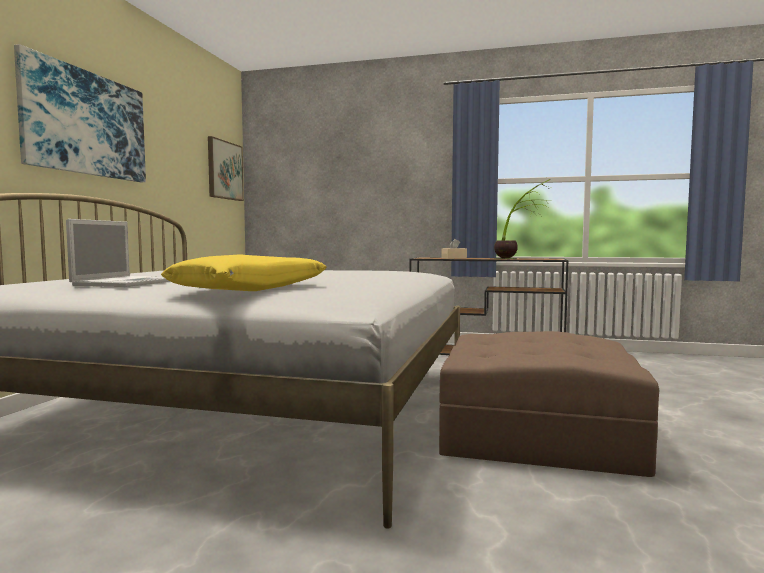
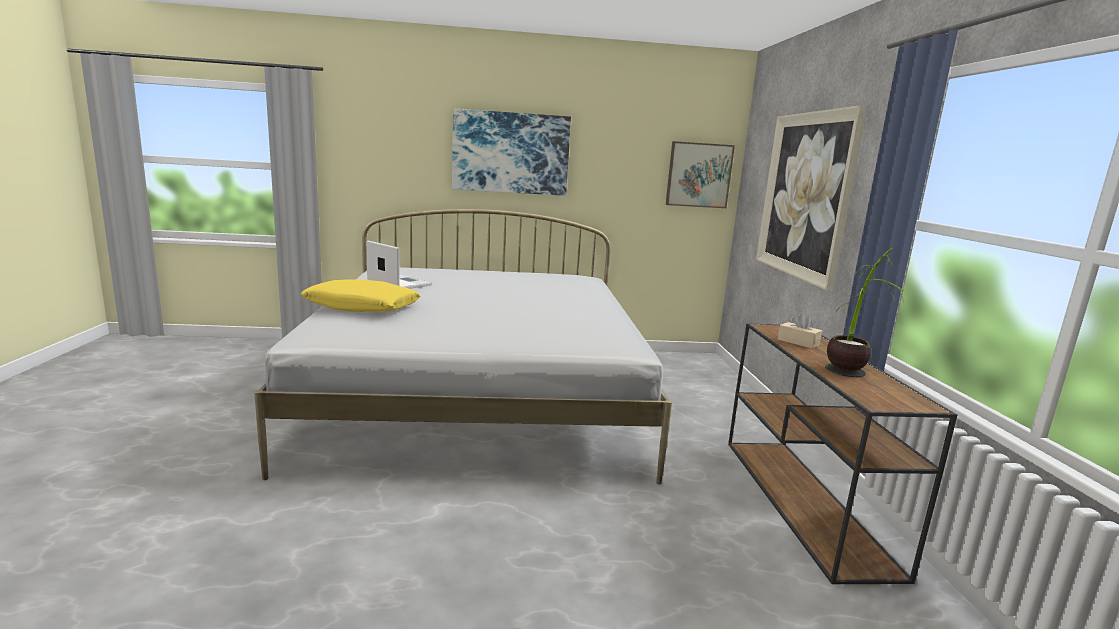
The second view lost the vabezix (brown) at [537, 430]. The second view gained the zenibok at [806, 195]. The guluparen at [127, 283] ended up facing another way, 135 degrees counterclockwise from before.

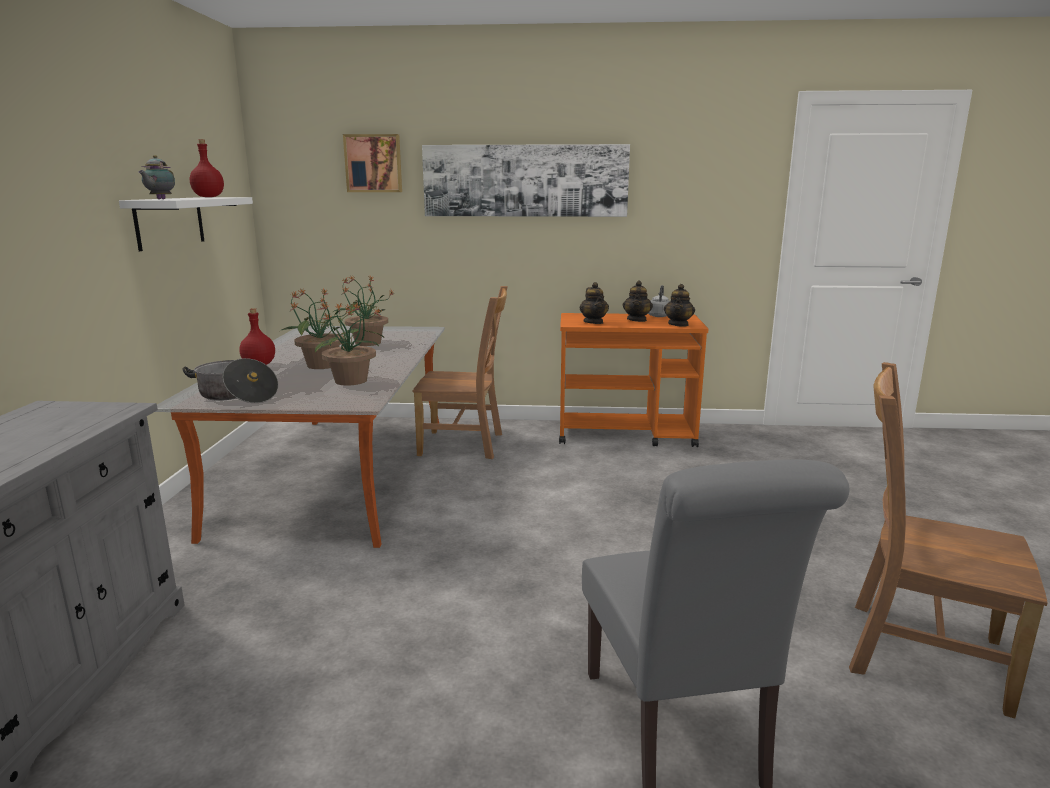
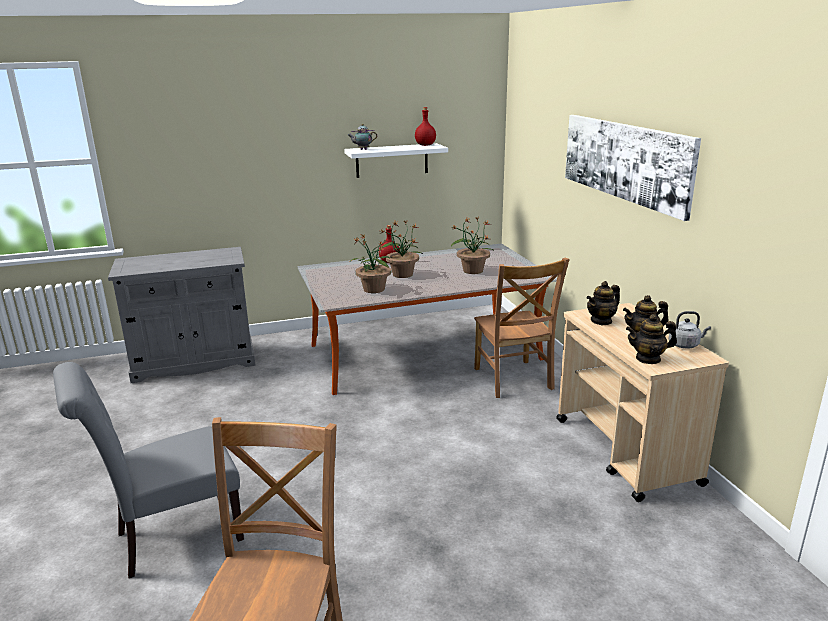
The second view lost the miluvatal at [236, 396]. The second view lost the zenibok at [373, 163]. What was the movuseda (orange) at [626, 434] turned into the movuseda (beige) at [626, 451].

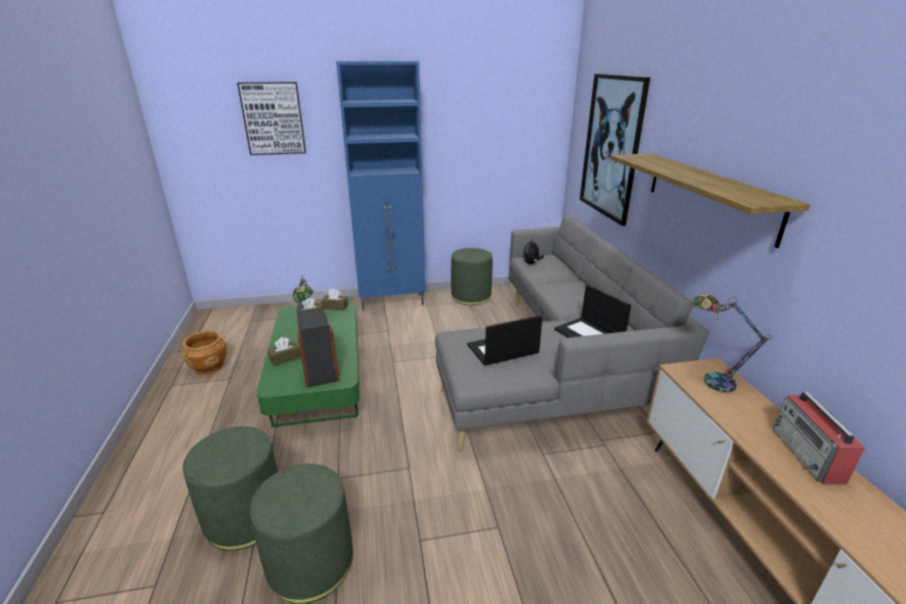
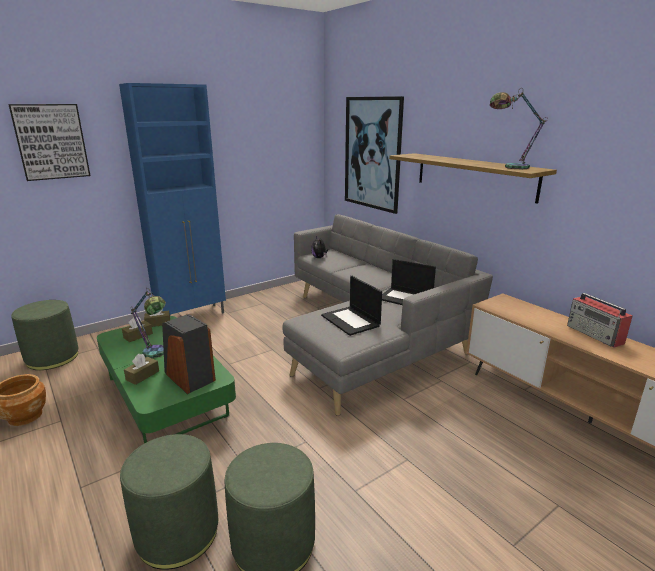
The vabezix (green) ended up elsewhere, having gone from [471, 296] to [52, 357]. The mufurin ended up elsewhere, having gone from [709, 379] to [509, 167]. The guluparen at [502, 350] ended up facing another way, 75 degrees counterclockwise from before.

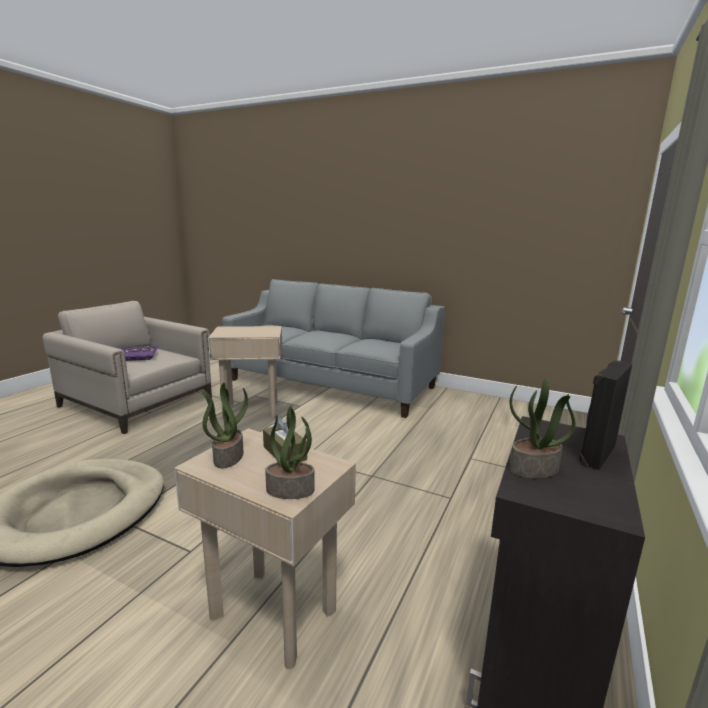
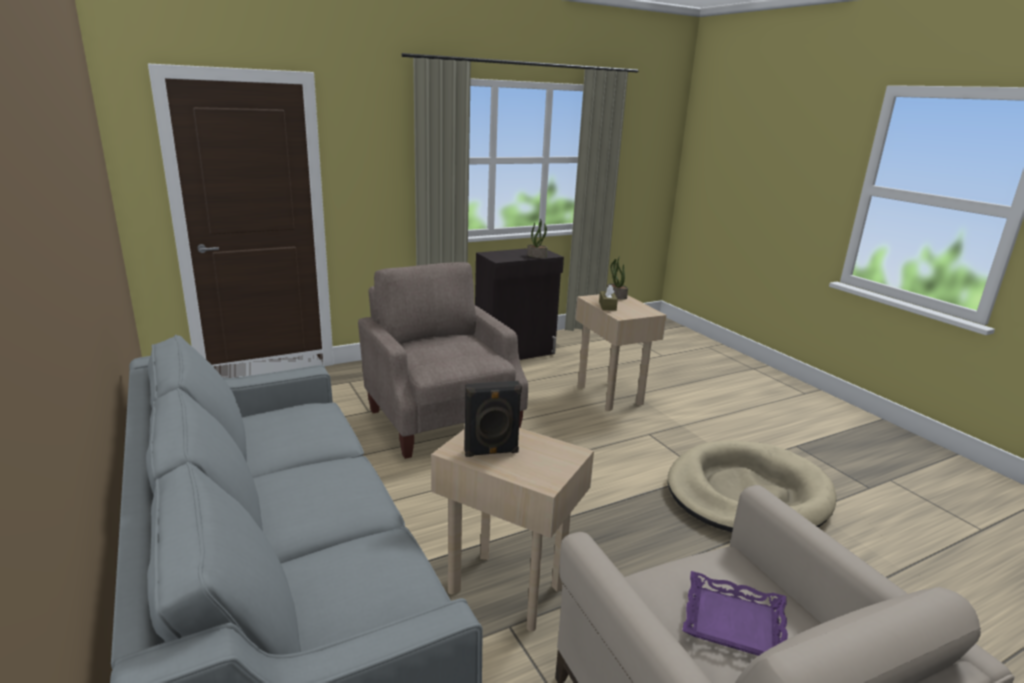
The second view lost the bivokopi at [228, 457]. The second view gained the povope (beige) at [441, 418]. The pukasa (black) ended up elsewhere, having gone from [595, 454] to [491, 452].

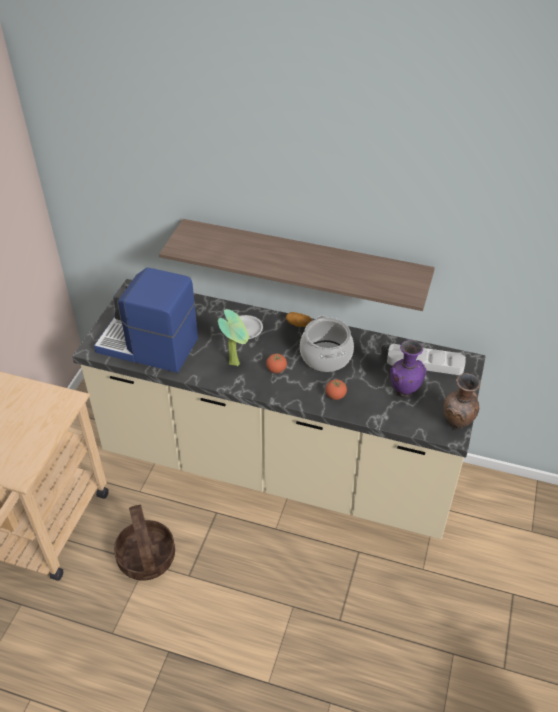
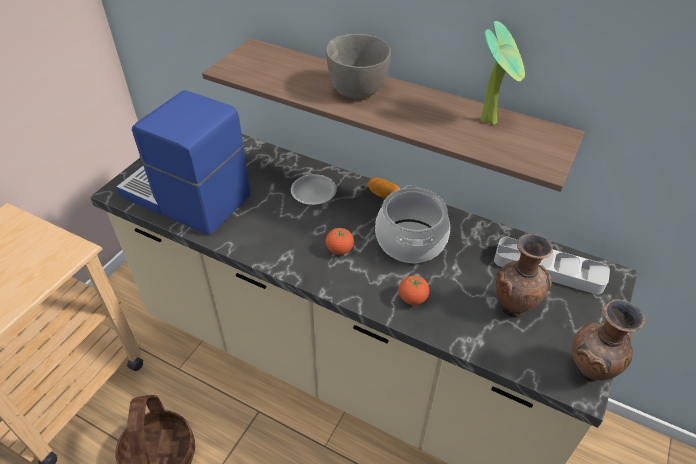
The second view gained the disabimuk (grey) at [357, 90]. The bivokopi ended up elsewhere, having gone from [236, 362] to [491, 120]. What was the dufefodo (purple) at [404, 392] turned into the dufefodo (brown) at [513, 307].

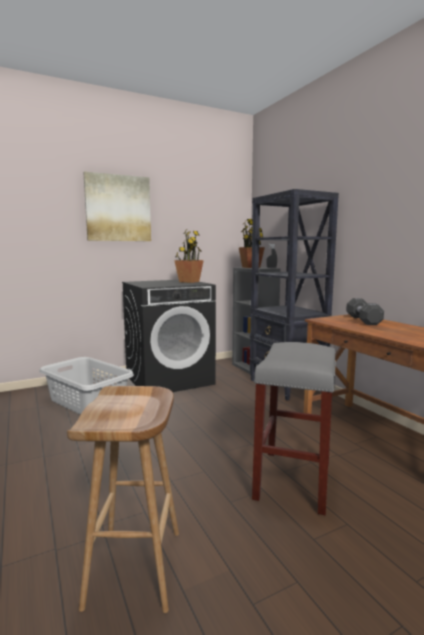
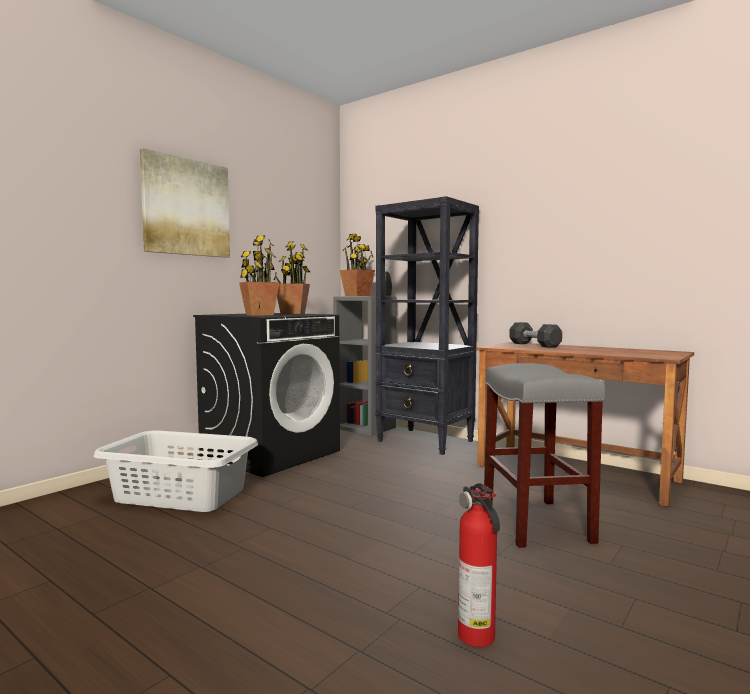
The second view gained the bivokopi at [259, 315]. Where the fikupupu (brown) stood at [135, 568], the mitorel came to stand at [477, 637].

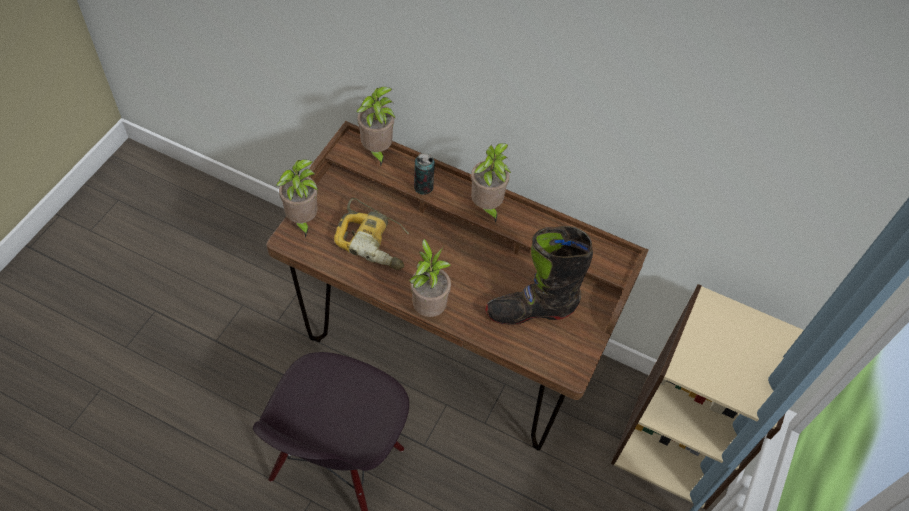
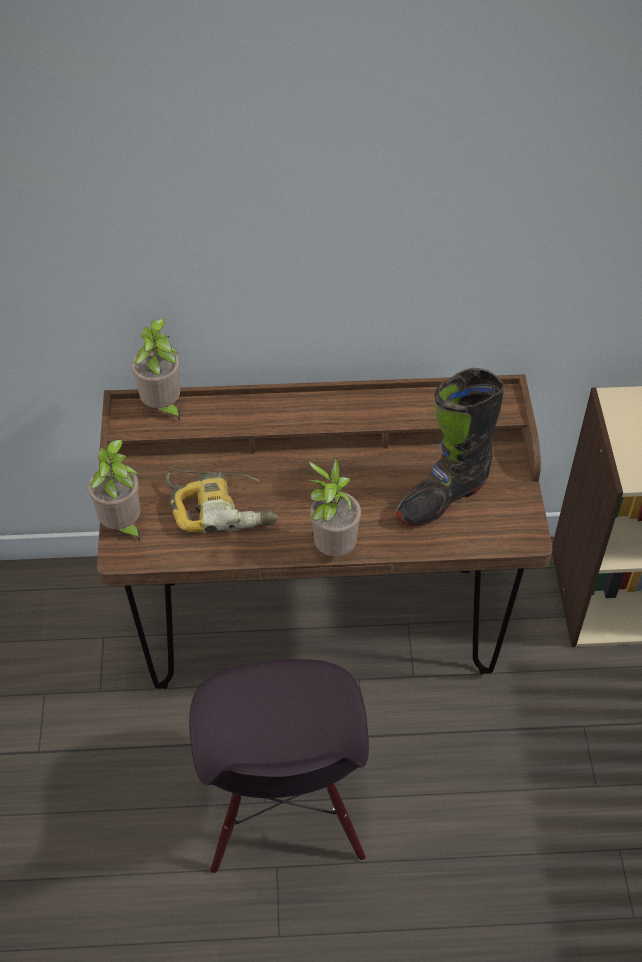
The second view lost the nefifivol at [423, 187]. The second view lost the bivokopi at [486, 207].

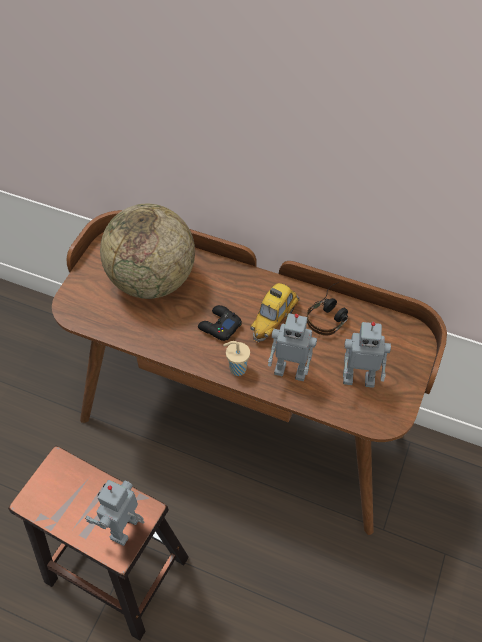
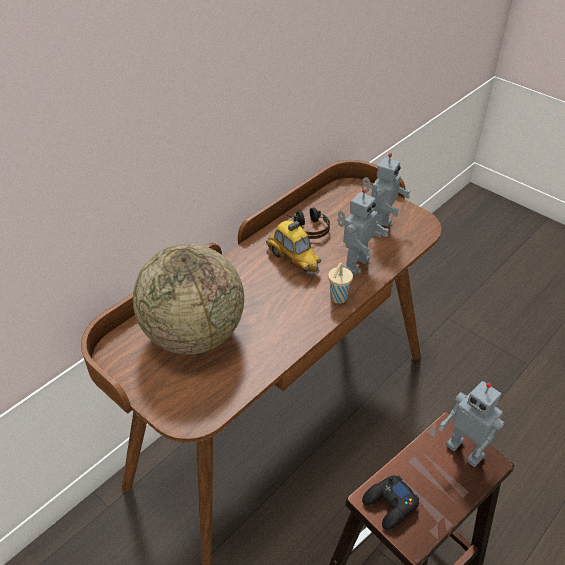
The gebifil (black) ended up elsewhere, having gone from [219, 326] to [390, 505].

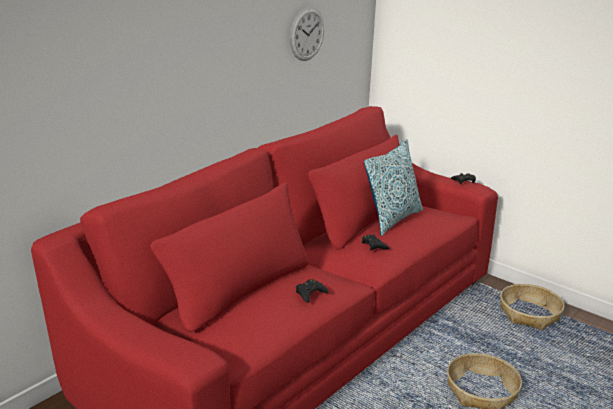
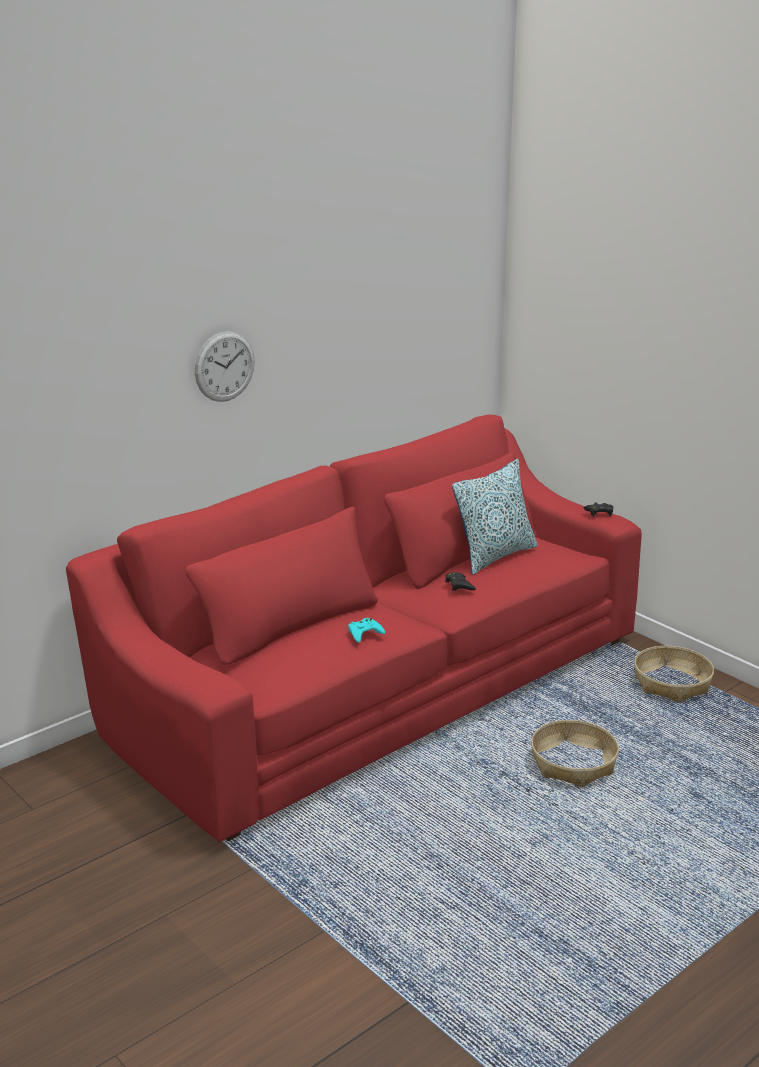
The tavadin ended up elsewhere, having gone from [307, 34] to [224, 366]. What was the gebifil (black) at [310, 293] turned into the gebifil (turquoise) at [364, 633].

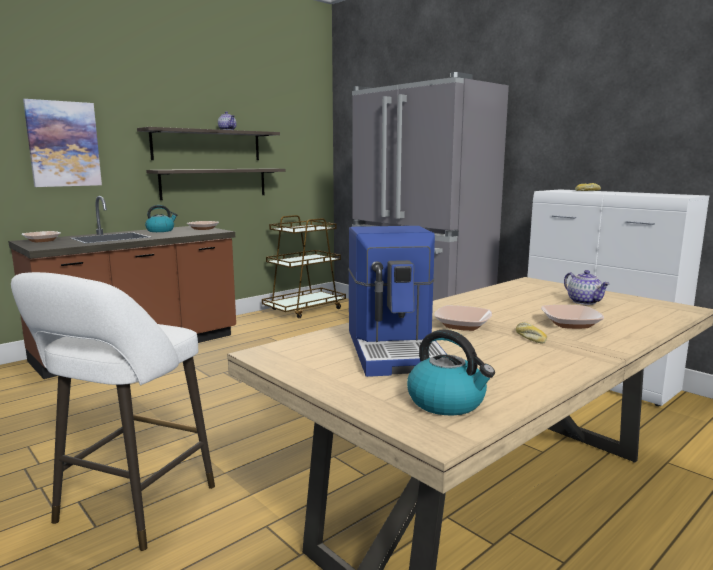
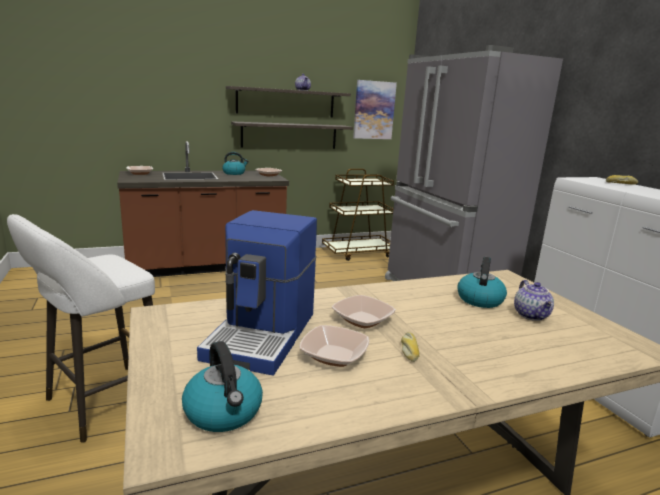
The second view gained the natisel at [479, 299]. The zenibok ended up elsewhere, having gone from [63, 144] to [374, 110]. The disabimuk ended up elsewhere, having gone from [570, 324] to [334, 355].

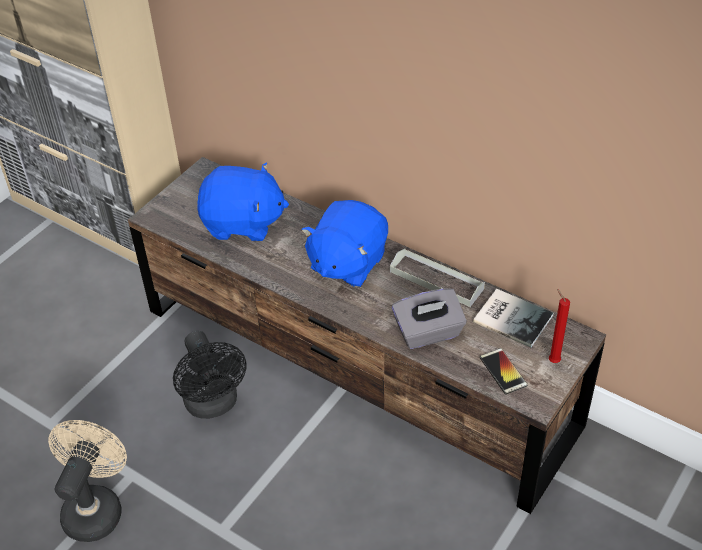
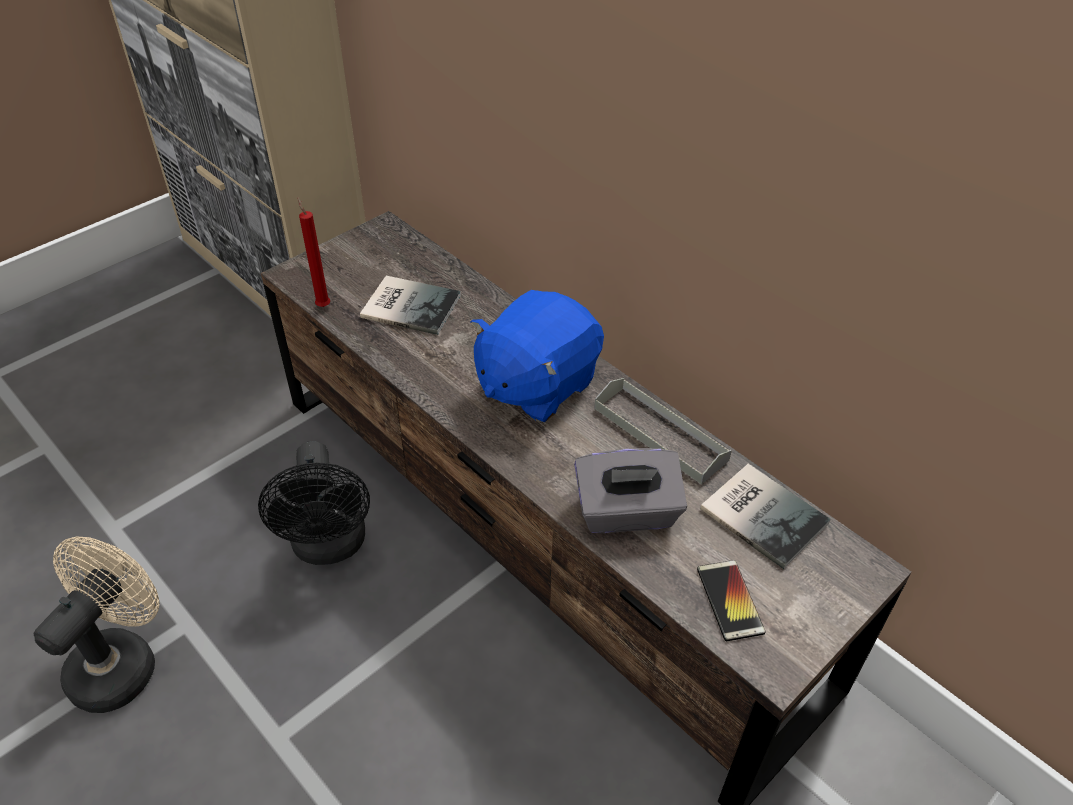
The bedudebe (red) ended up elsewhere, having gone from [552, 360] to [322, 305]. Where the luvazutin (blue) stood at [243, 223], the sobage came to stand at [409, 304].

